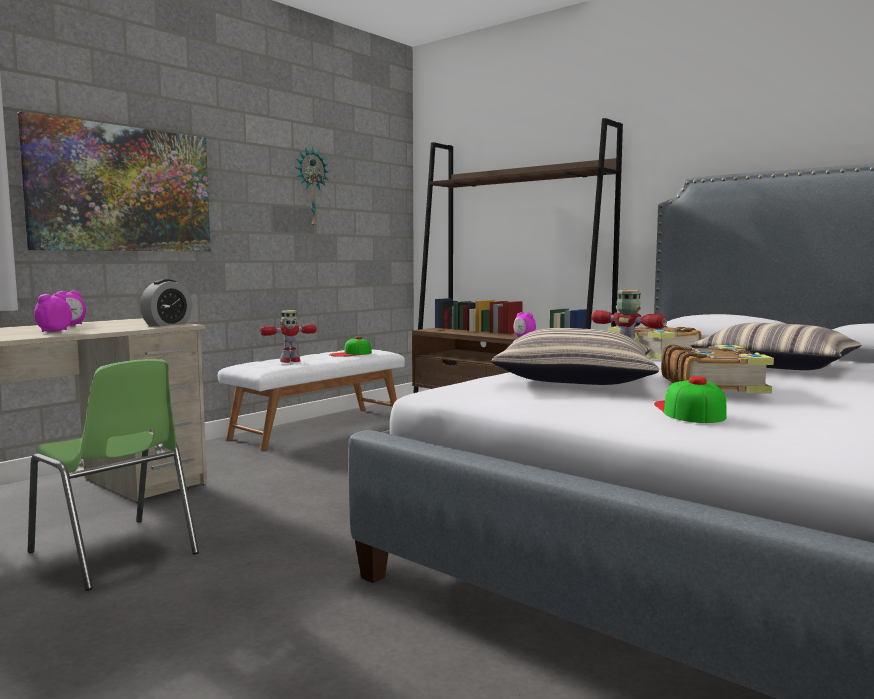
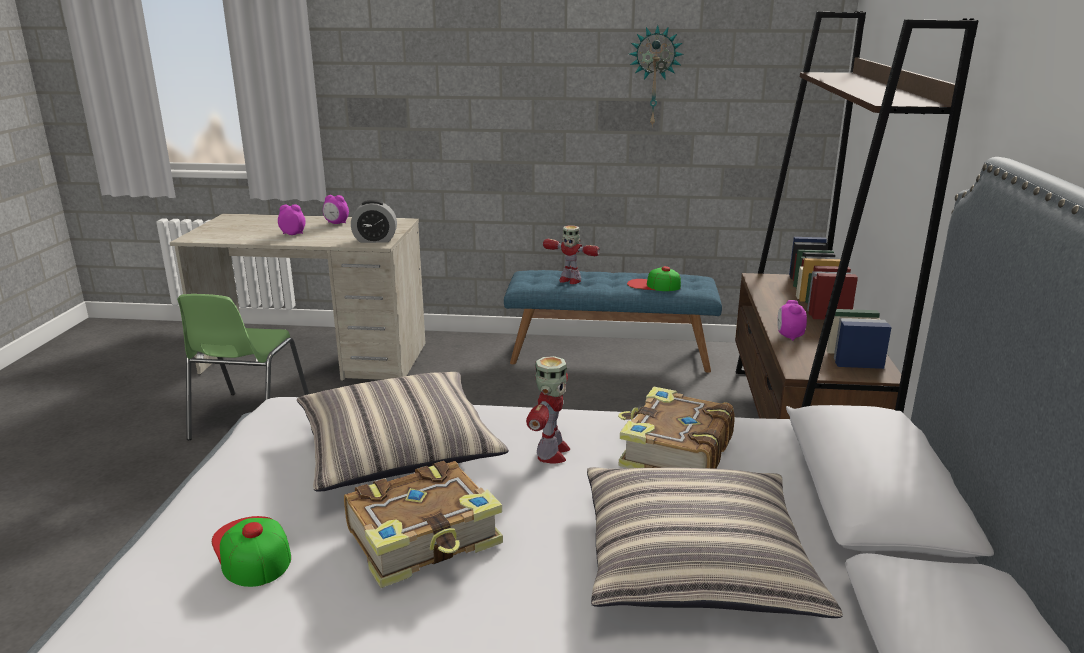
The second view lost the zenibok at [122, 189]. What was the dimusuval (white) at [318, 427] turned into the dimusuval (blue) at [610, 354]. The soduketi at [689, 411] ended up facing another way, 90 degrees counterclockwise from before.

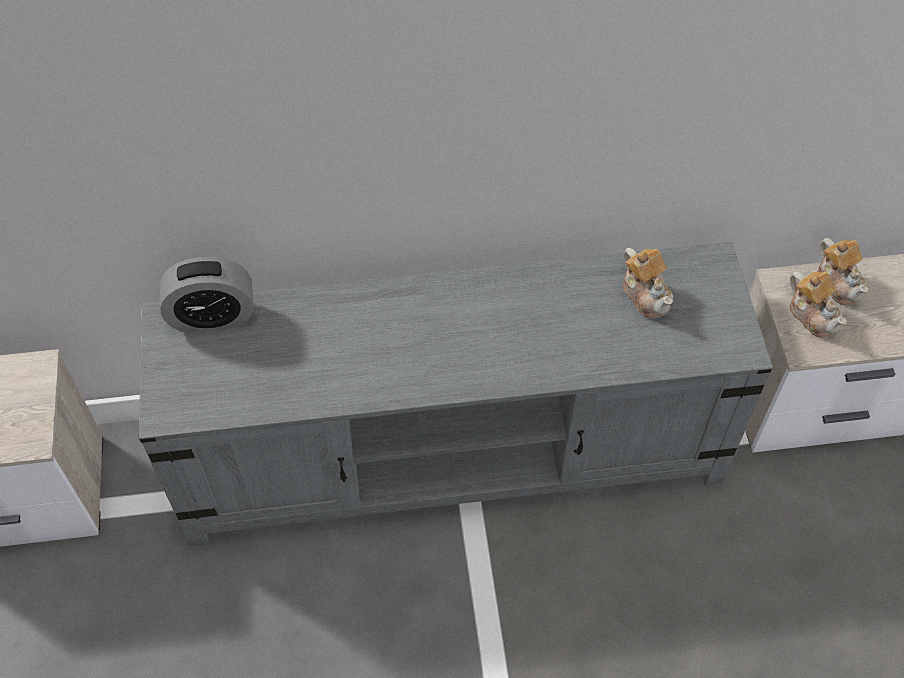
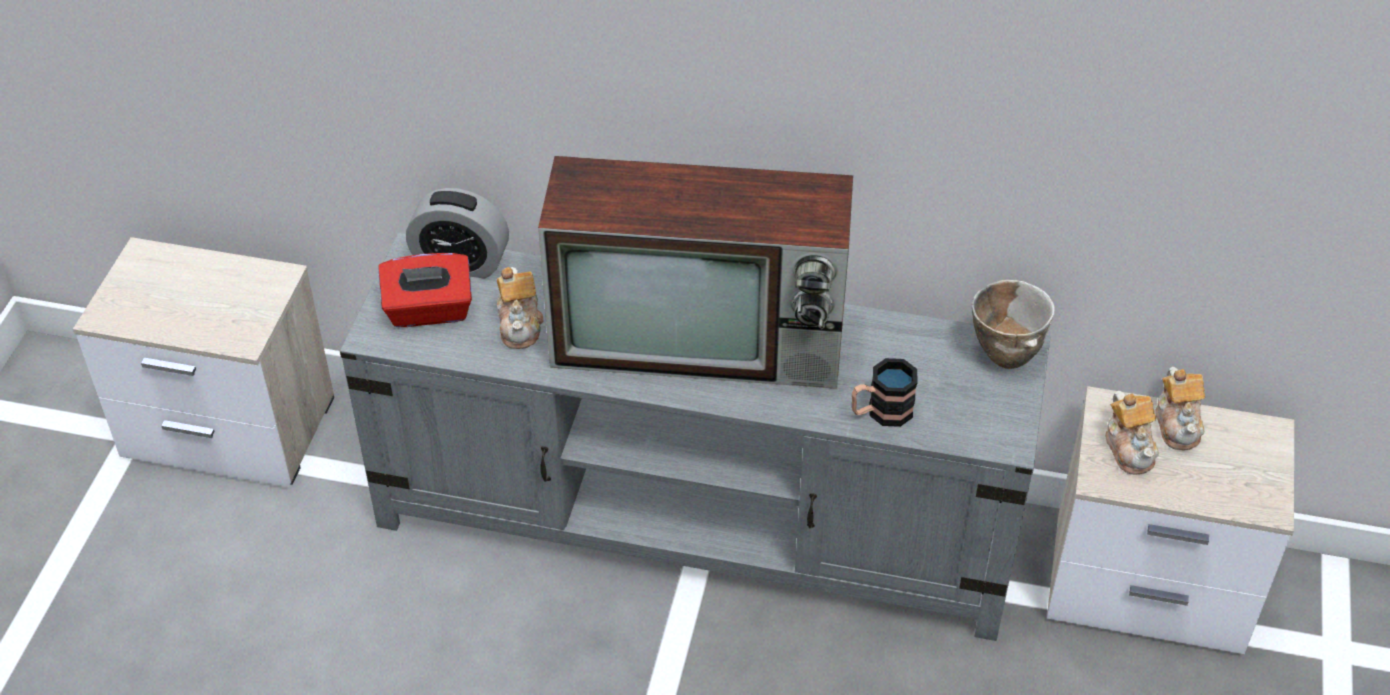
The second view gained the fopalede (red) at [429, 311]. The second view gained the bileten at [704, 340]. The second view gained the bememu at [881, 412]. The second view gained the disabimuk at [1005, 353]. The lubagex ended up elsewhere, having gone from [646, 294] to [520, 324].

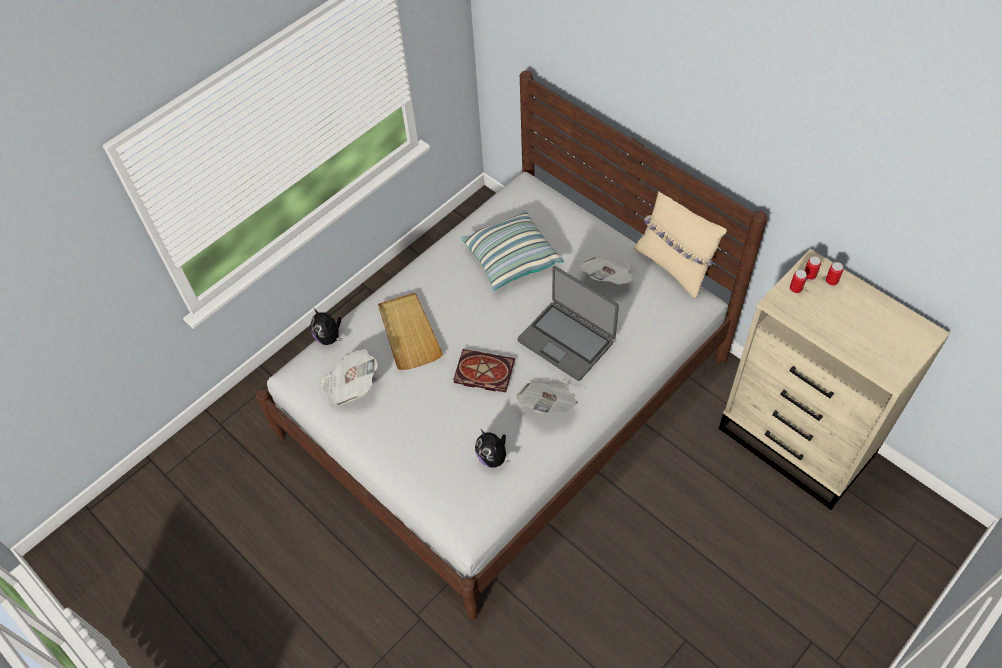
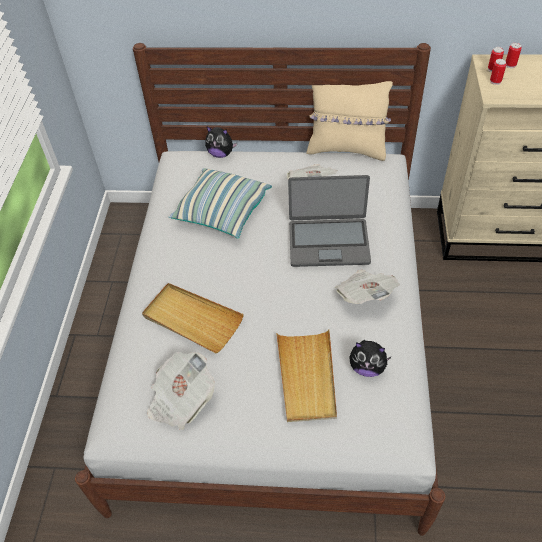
The second view lost the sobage at [482, 372]. The second view gained the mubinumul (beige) at [307, 377]. The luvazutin ended up elsewhere, having gone from [329, 337] to [221, 154].

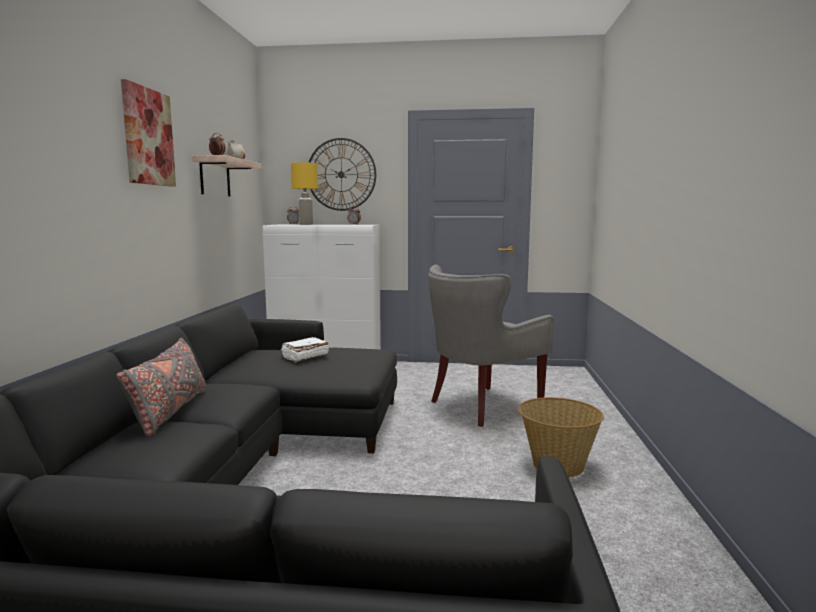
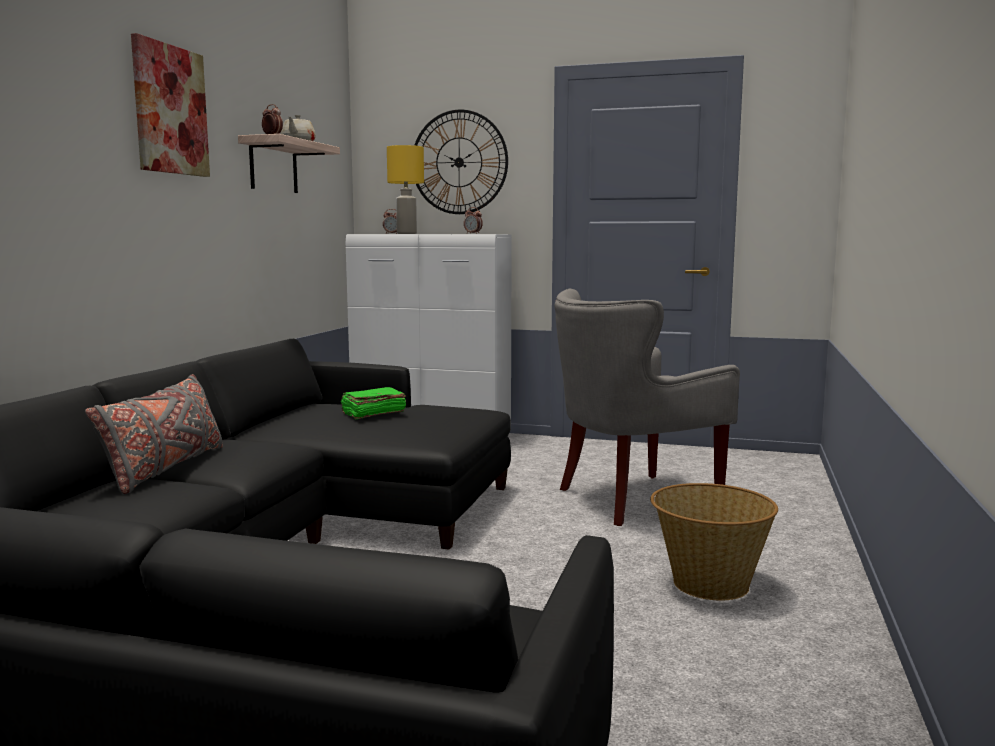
What was the sobage (white) at [304, 357] turned into the sobage (green) at [372, 413].

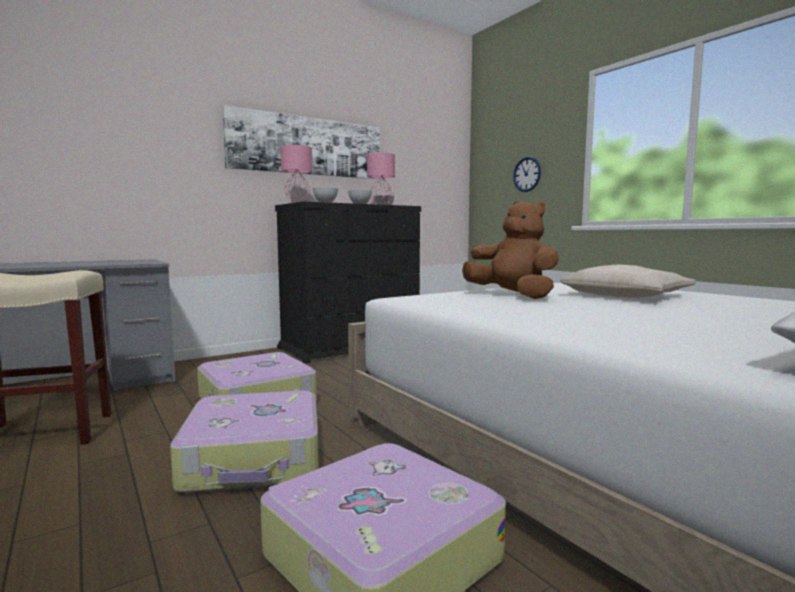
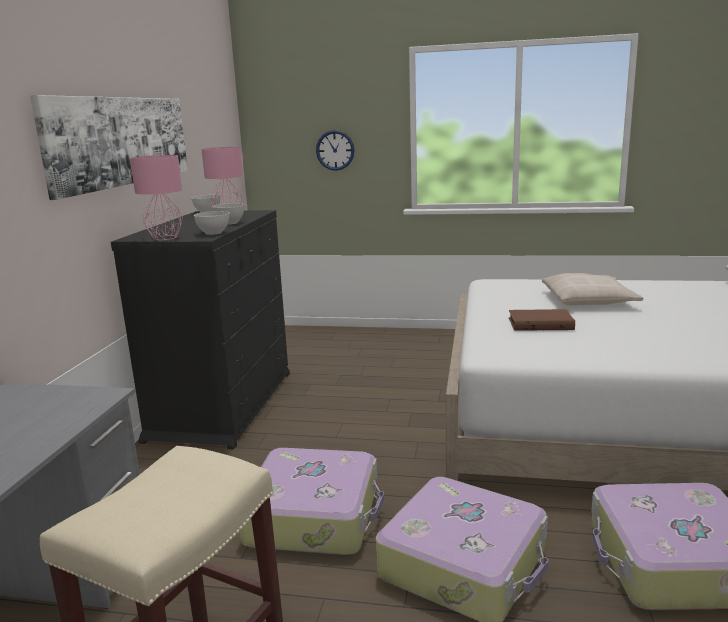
Where the luvazutin (brown) stood at [512, 296], the sobage (brown) came to stand at [540, 323].

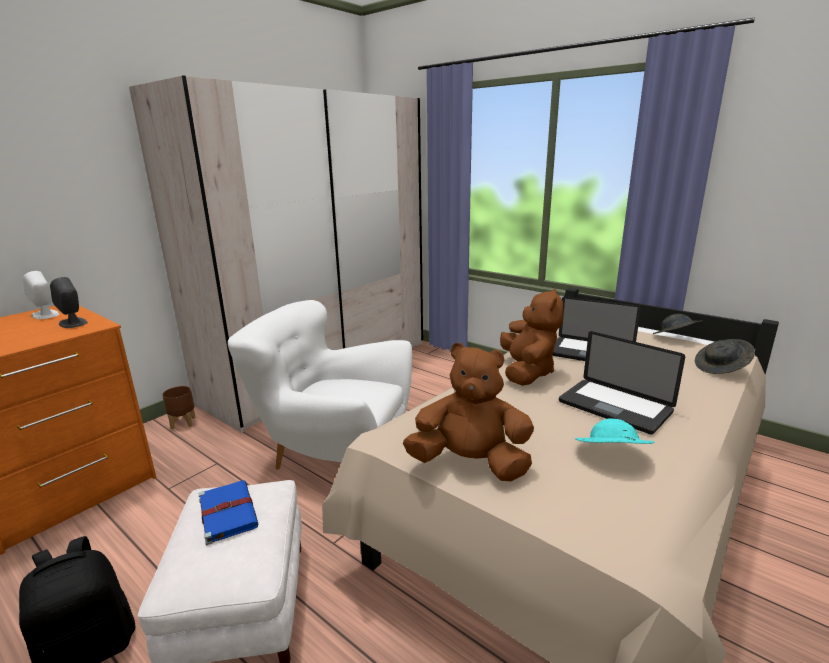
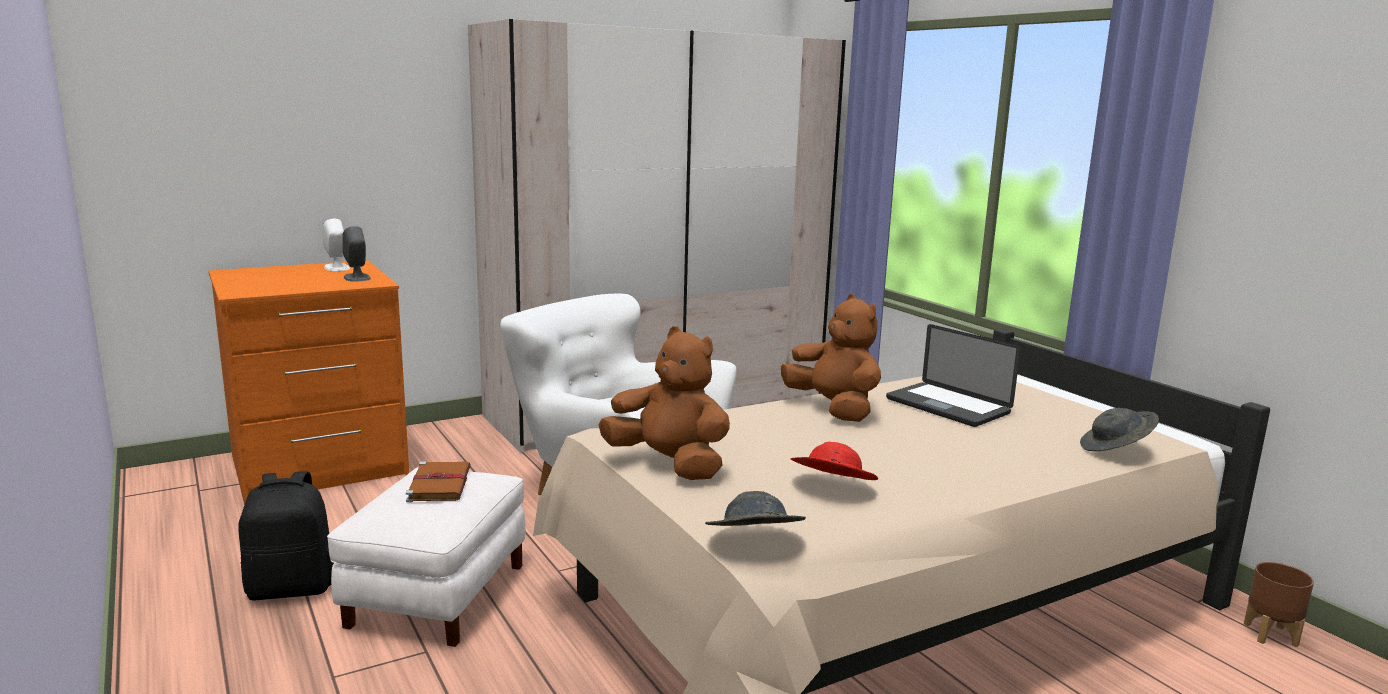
The second view lost the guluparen at [614, 407]. The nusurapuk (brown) ended up elsewhere, having gone from [182, 423] to [1269, 634]. The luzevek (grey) ended up elsewhere, having gone from [675, 338] to [753, 543]. What was the sobage (blue) at [227, 512] turned into the sobage (brown) at [439, 484]. What was the luzevek (turquoise) at [611, 456] turned into the luzevek (red) at [831, 488]. The luvazutin (brown) at [527, 372] ended up facing another way, 60 degrees counterclockwise from before.

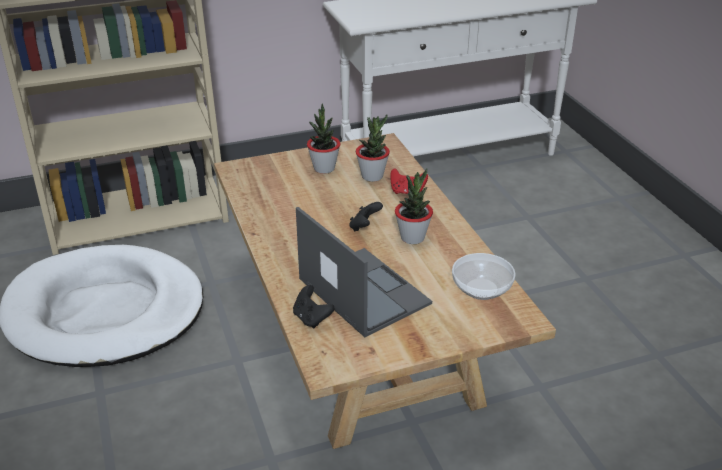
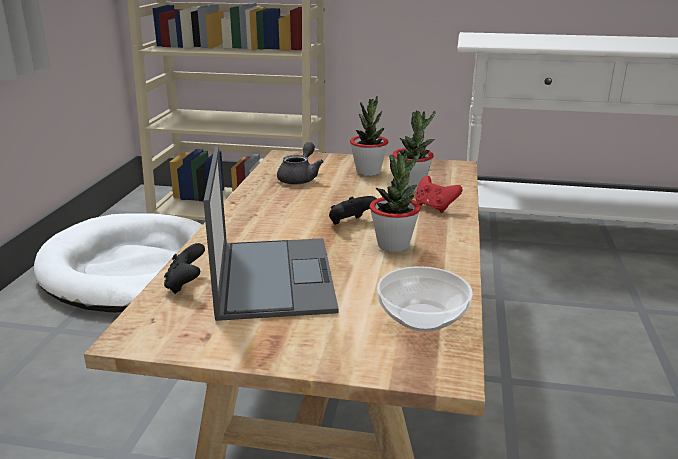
The second view gained the lubagex (grey) at [300, 178].

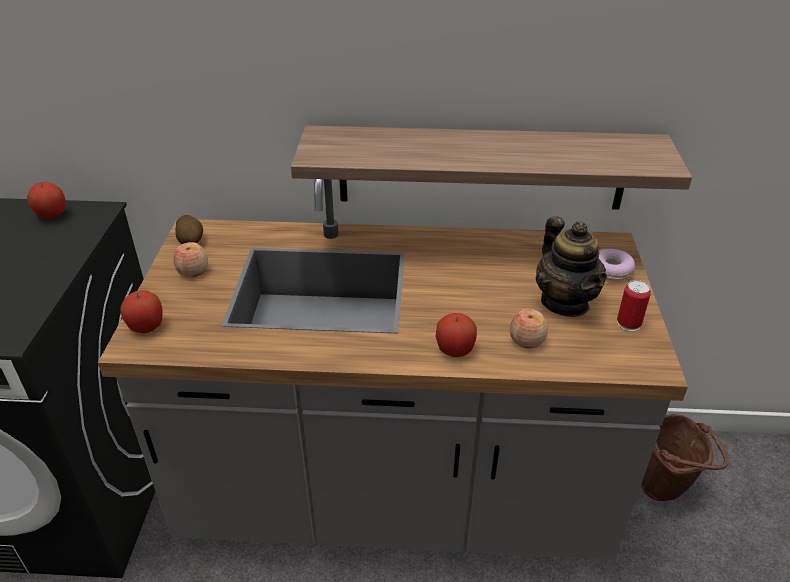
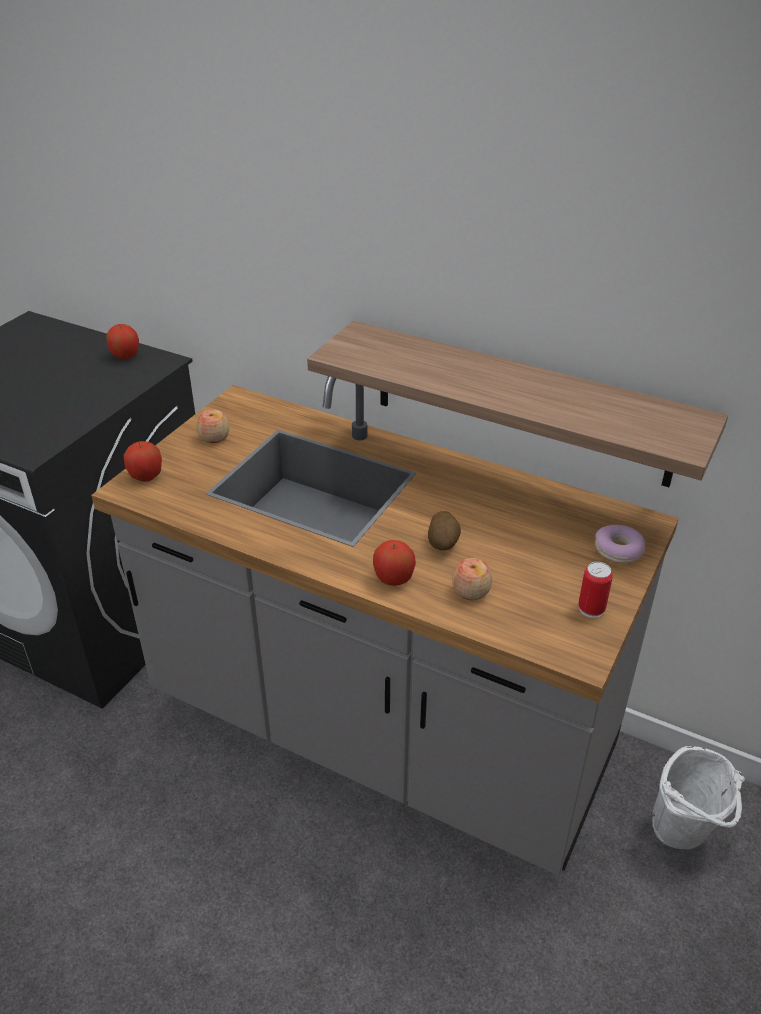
The second view lost the lubagex at [565, 302]. The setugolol ended up elsewhere, having gone from [191, 241] to [443, 542]. What was the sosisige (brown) at [666, 489] turned into the sosisige (white) at [683, 837].

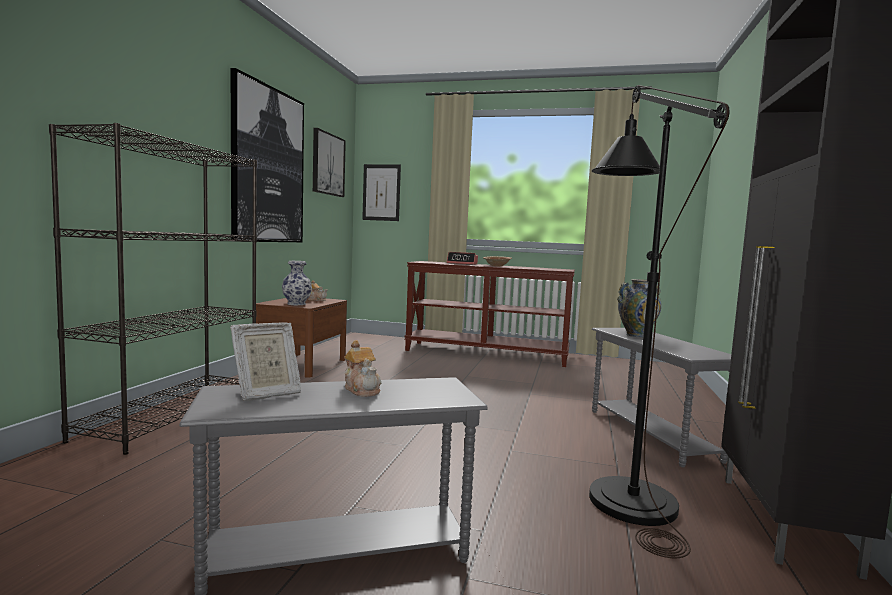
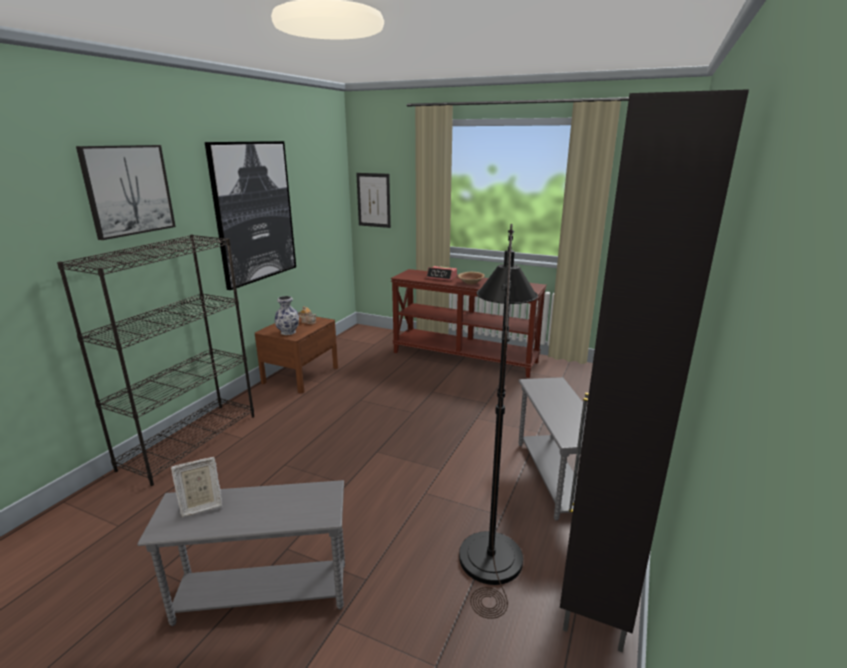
The second view lost the lubagex at [362, 389]. The second view lost the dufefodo at [636, 335]. The zenibok ended up elsewhere, having gone from [327, 164] to [128, 190].

